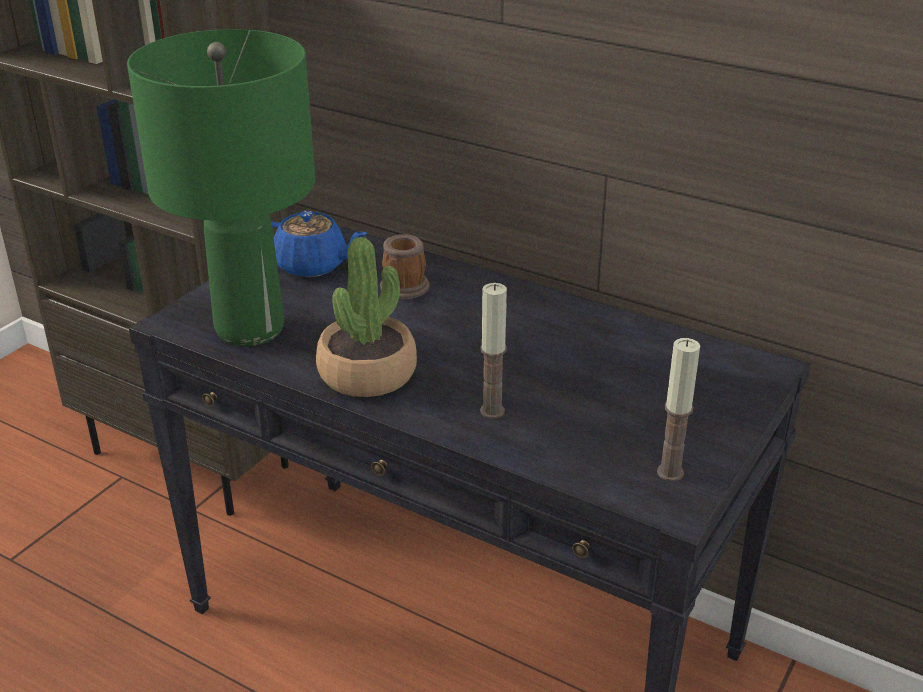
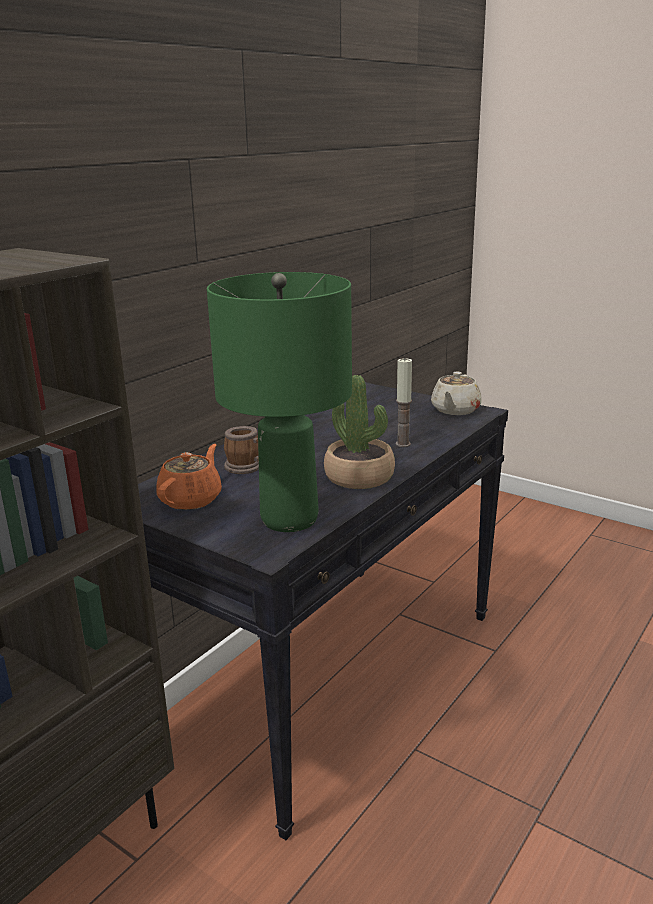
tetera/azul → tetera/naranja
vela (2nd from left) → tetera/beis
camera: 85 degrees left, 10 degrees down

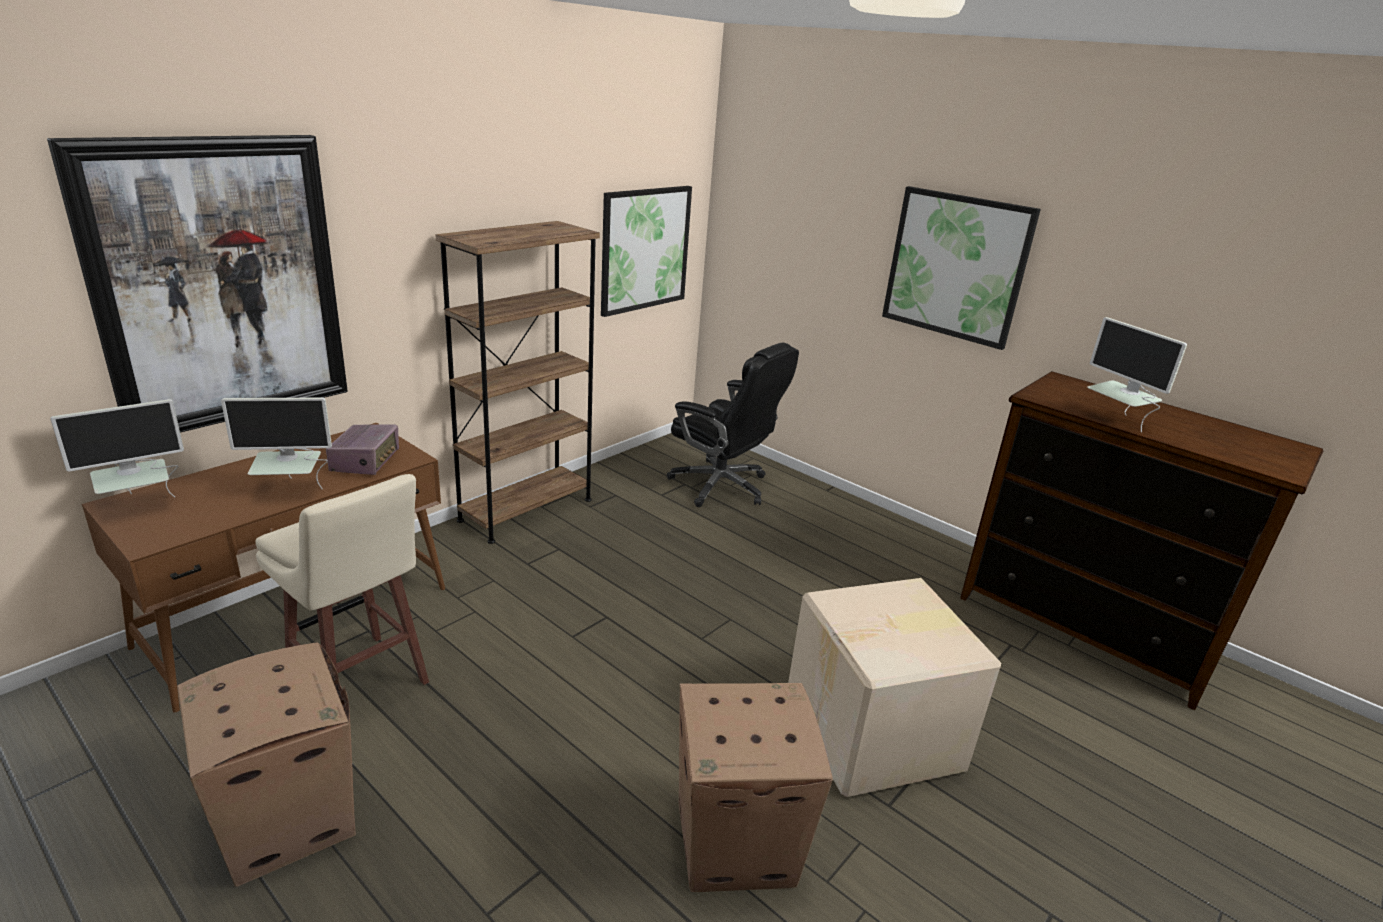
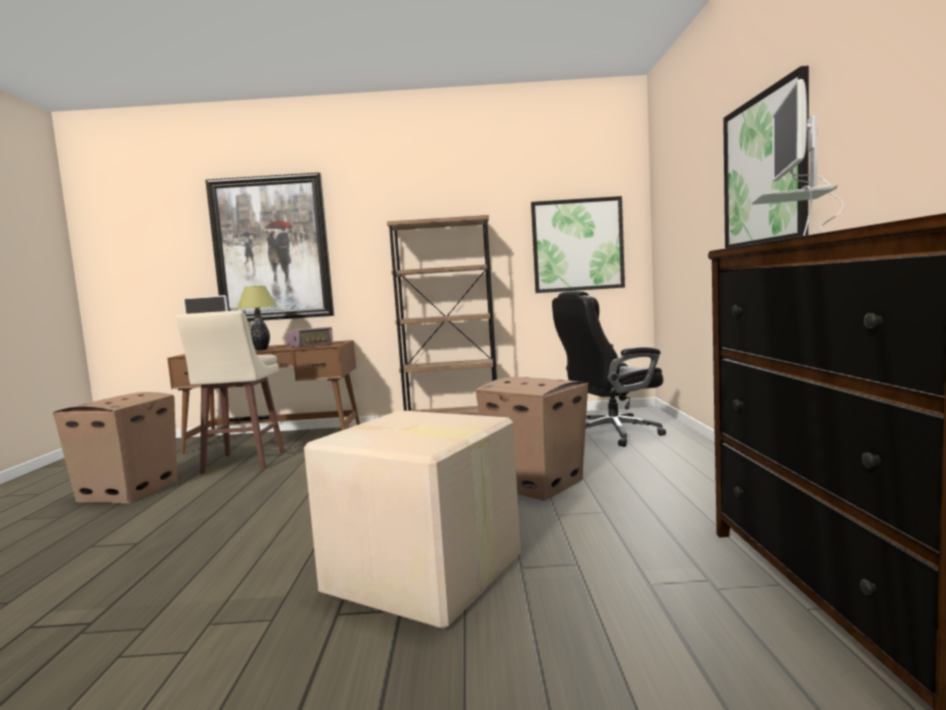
monitor (2nd from left) → lámpara de mesa
caja de cartón (2nd from left in the first image) → caja de cartón (3rd from left), moved
silla de oficina/negro, 75 degrees clockwise
camera: 50 degrees right, 20 degrees down

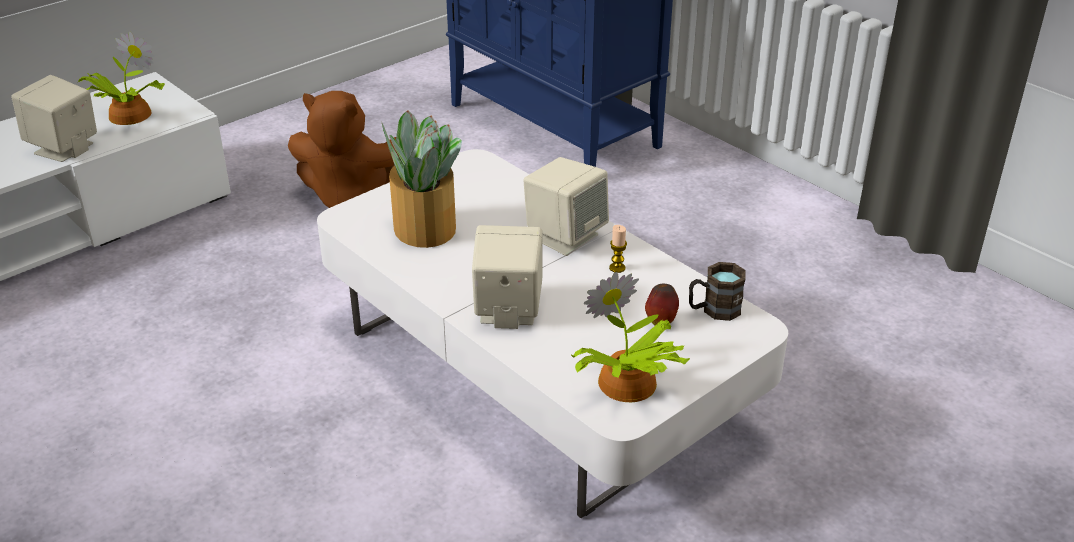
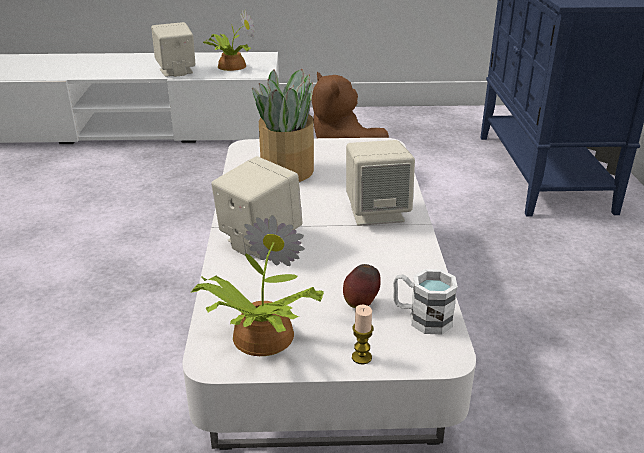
vela, moved
taza grande/marrón → taza grande/blanco
camera: 40 degrees right, 5 degrees down

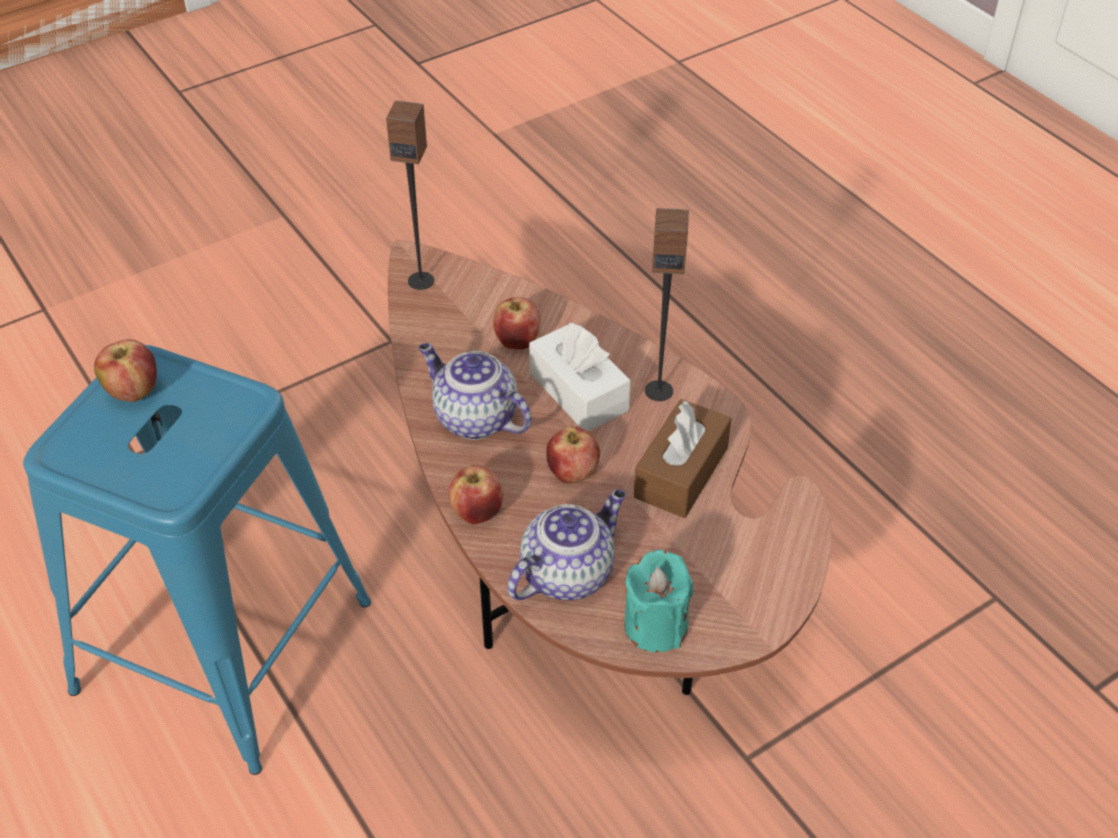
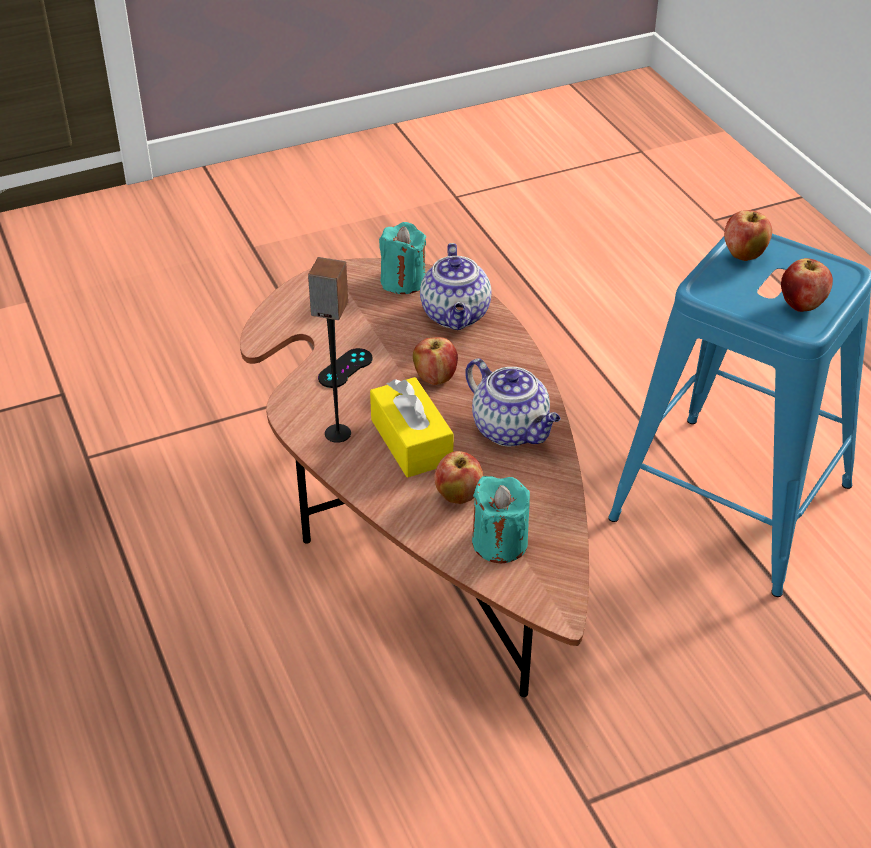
caja de pañuelos/marrón → mando de consola/negro
caja de pañuelos/blanco → caja de pañuelos/amarillo
tetera (2nd from left in the first image) → tetera (1st from left), 60 degrees counterclockwise
- → vela/turquesa (2nd from left)
manzana (2nd from left in the first image) → manzana (3rd from left), moved
altavoz (1st from left) → -
camera: 170 degrees left, 5 degrees down

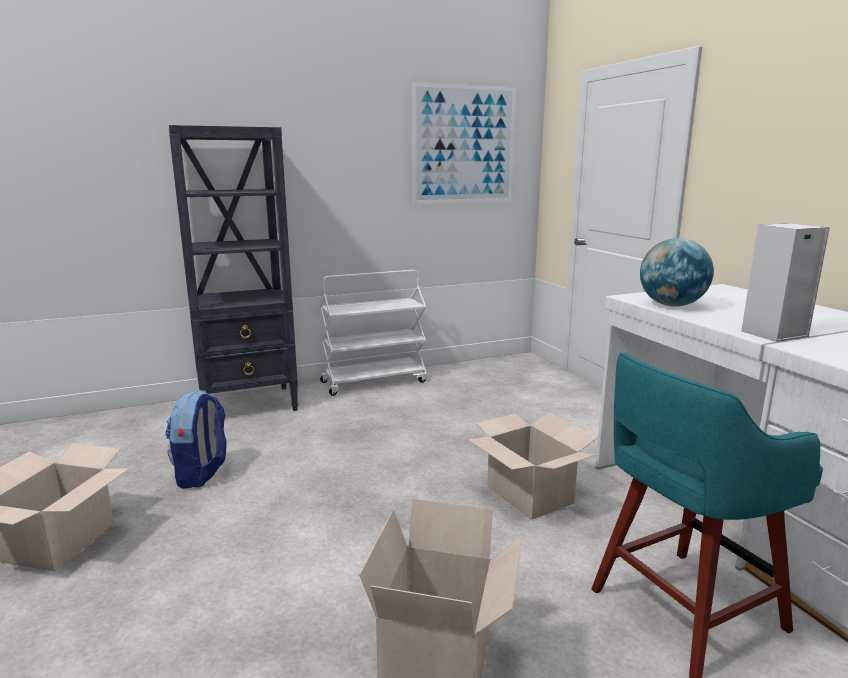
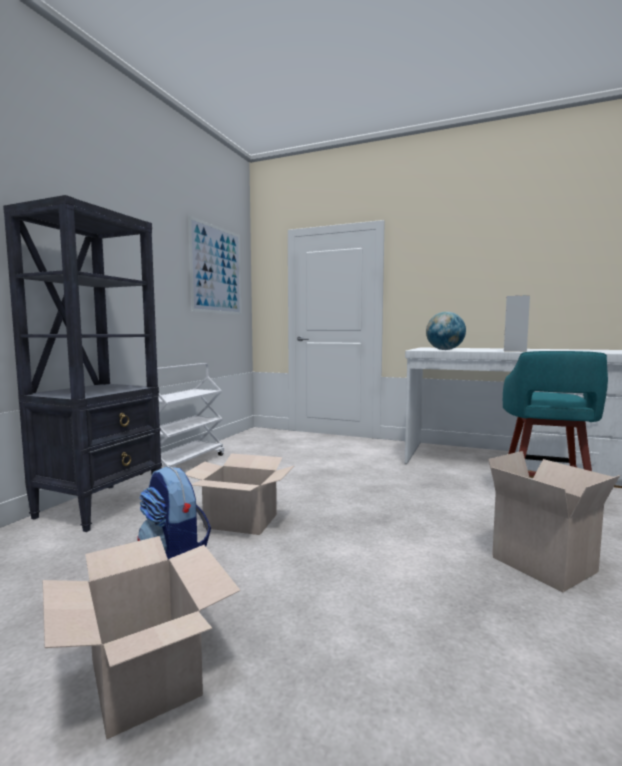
caja de cartón (3rd from left in the first image) → caja de cartón (2nd from left), moved
camera: 45 degrees left, 10 degrees down

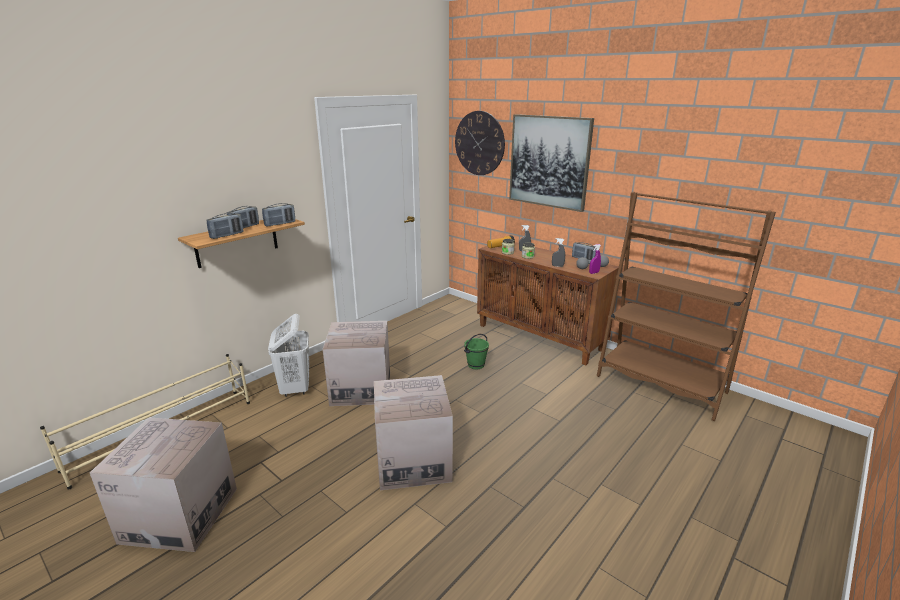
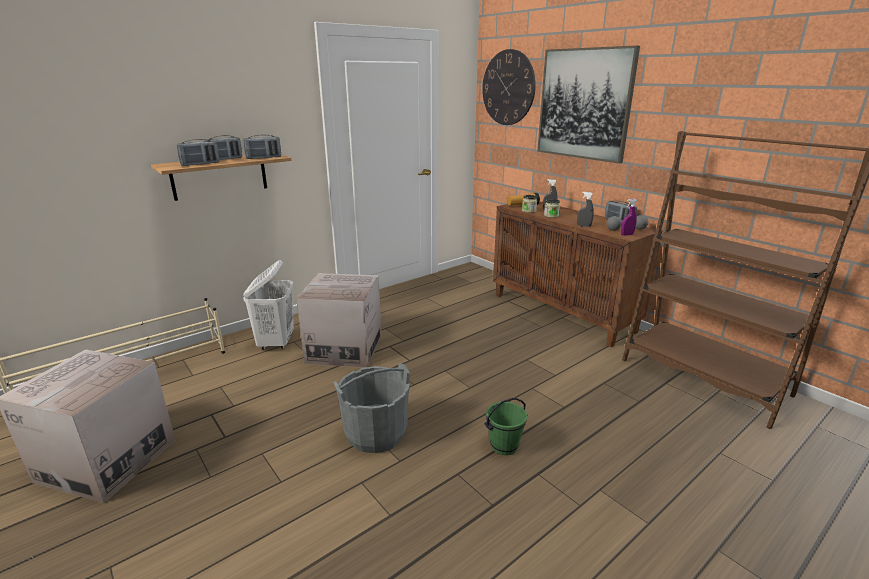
caja de cartón (3rd from left) → cubo/gris
cubo/verde, moved
camera: 10 degrees right, 0 degrees up

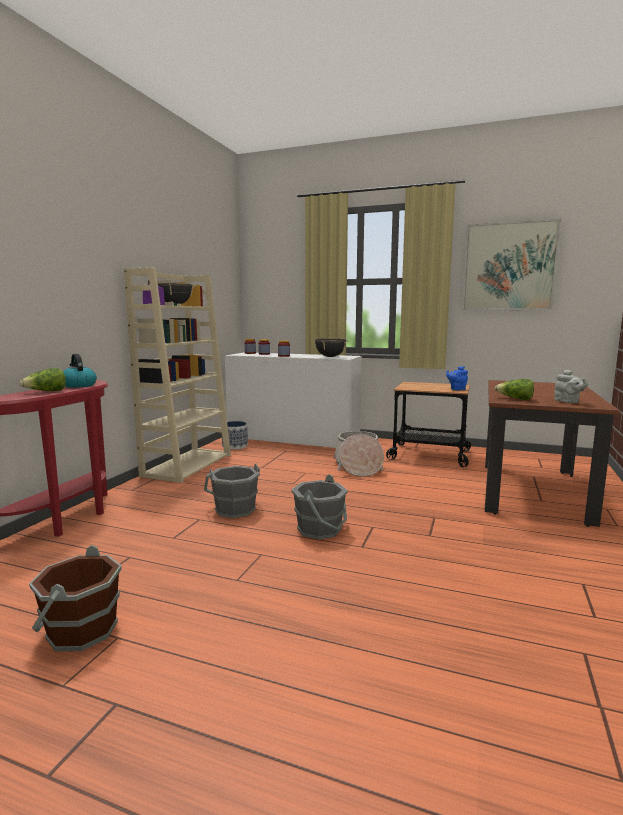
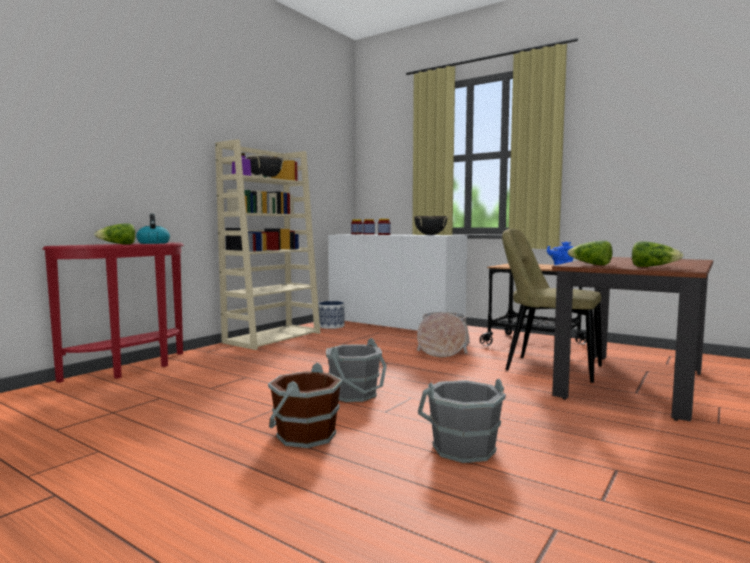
cubo/marrón, moved
cubo/gris (1st from left in the first image) → cubo/gris (2nd from left), moved
- → silla/beis
tetera/gris → lechuga (3rd from left)
cuadro → -
camera: 15 degrees right, 5 degrees down

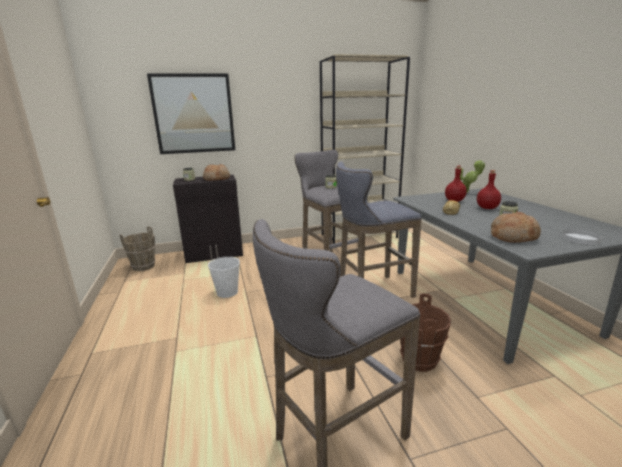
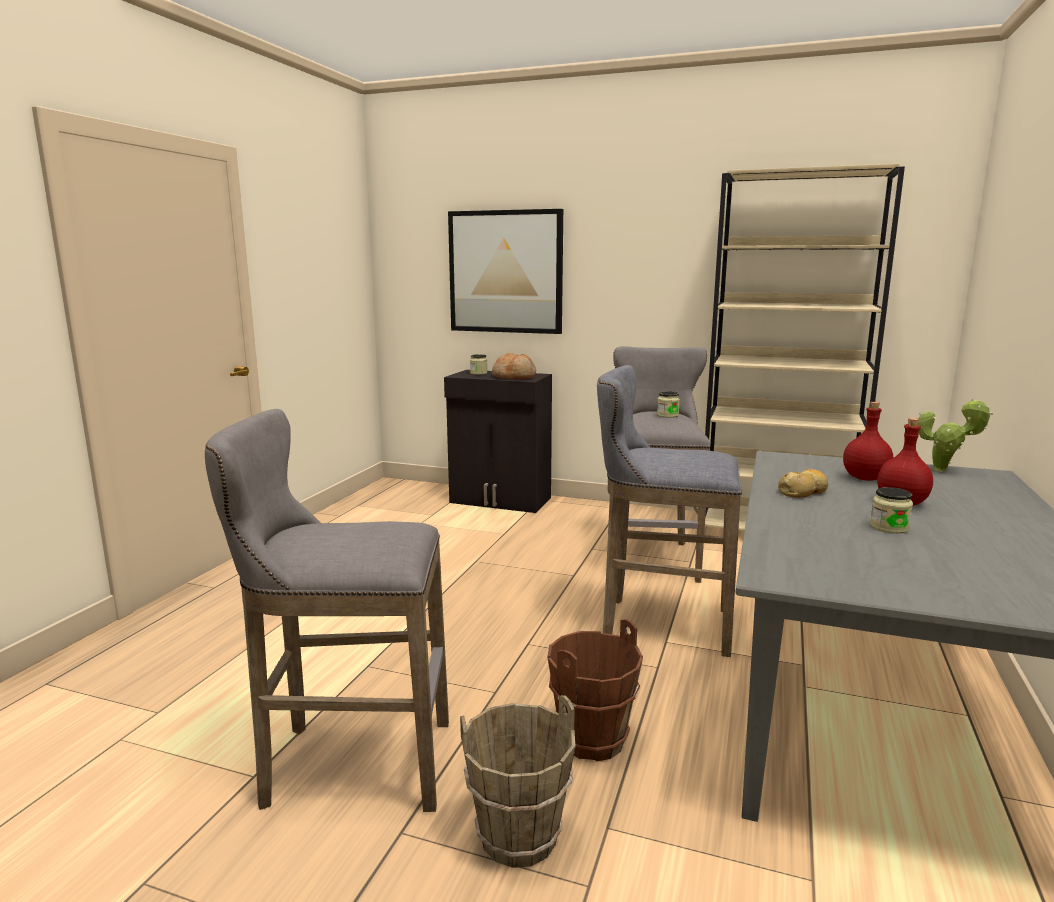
cubo/marrón (1st from left), moved
cubo/blanco → -
pan (3rd from left) → -
plato/blanco → -
camera: 35 degrees right, 5 degrees down

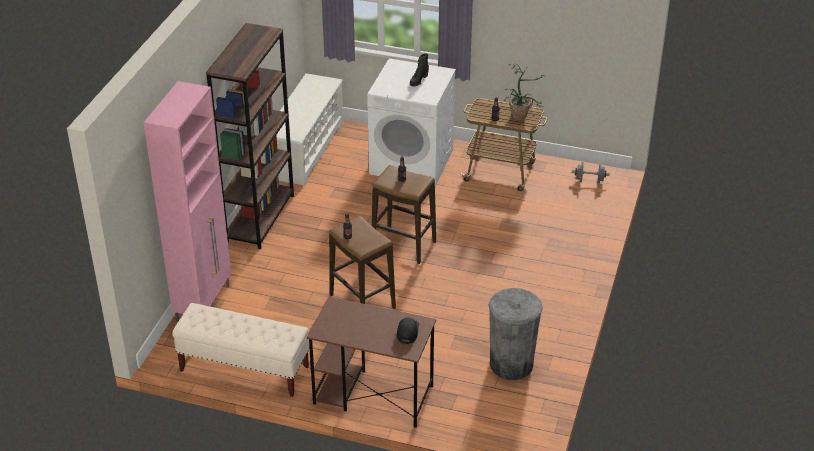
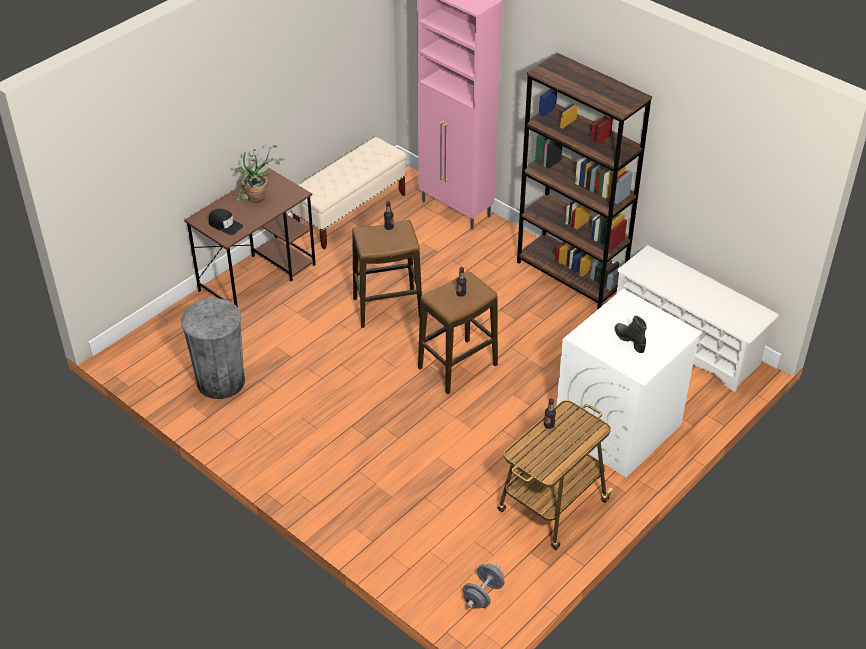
planta en maceta, moved
camera: 115 degrees right, 5 degrees up

